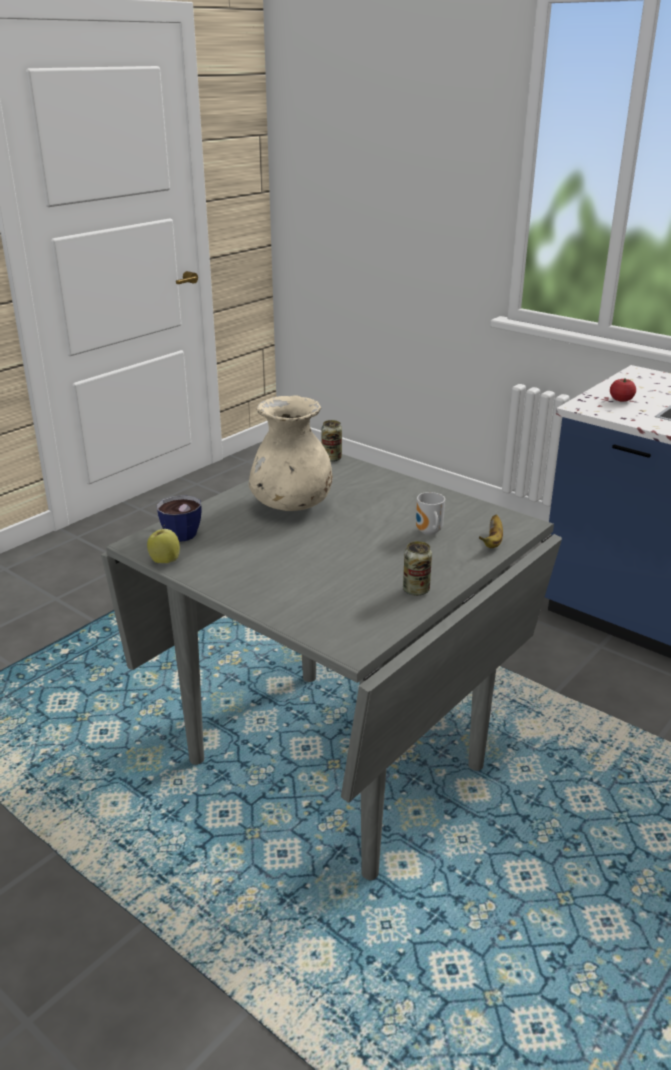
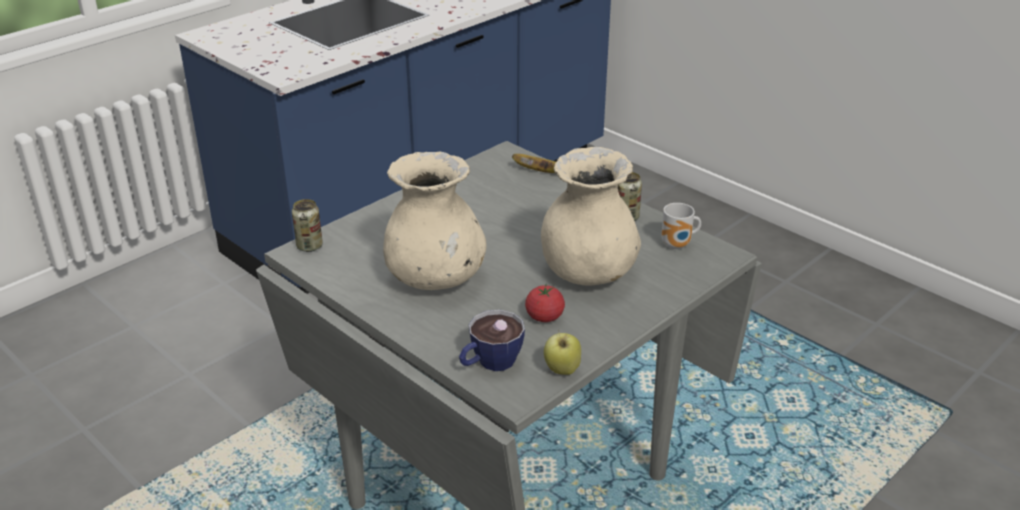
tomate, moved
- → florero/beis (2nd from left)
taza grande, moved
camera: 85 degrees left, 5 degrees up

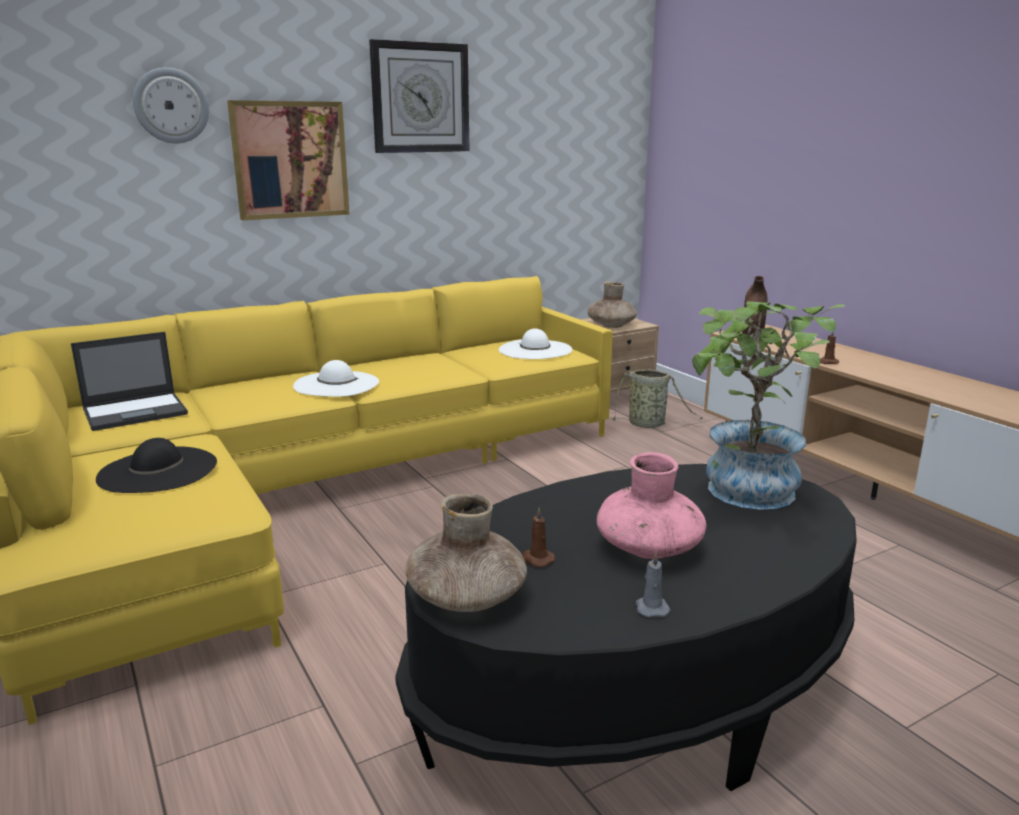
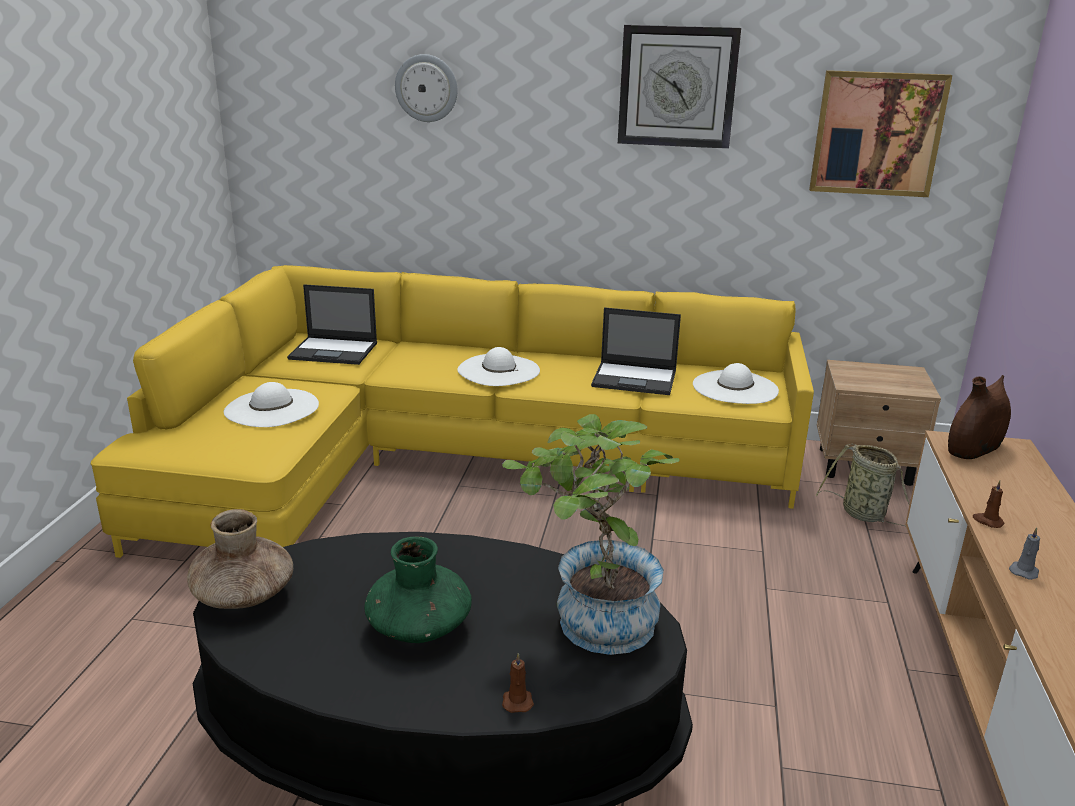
sombrero/negro → sombrero/blanco (1st from left)
florero/rosa → florero/verde
vela/marrón (1st from left), moved
- → portátil (2nd from left)
cuadro, moved
vela/gris, moved
florero/marrón (2nd from left) → -
camera: 40 degrees right, 5 degrees up

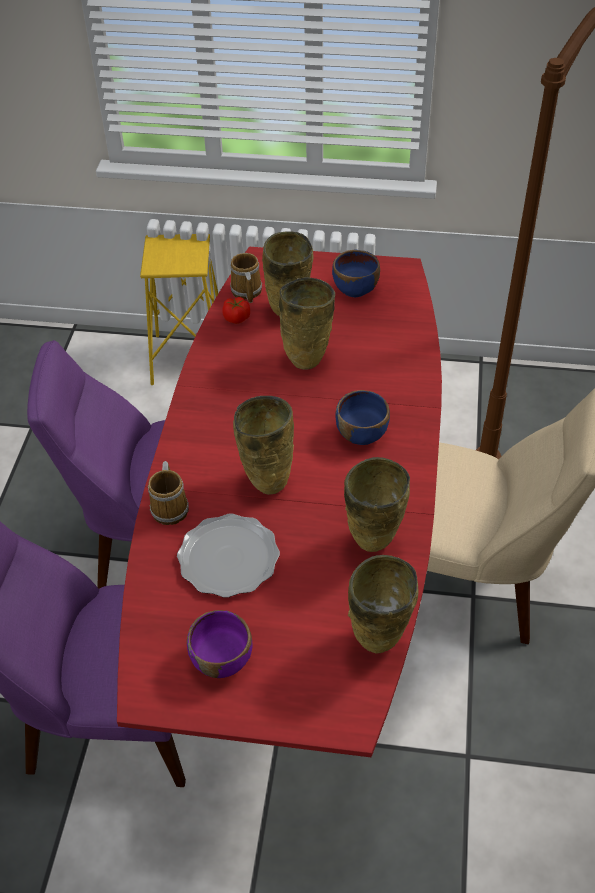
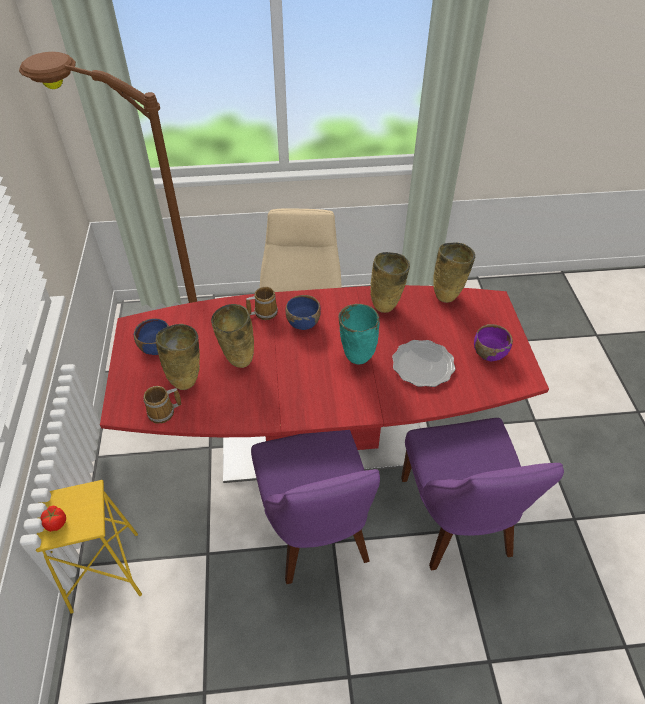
tomate, moved
taza grande (1st from left in the first image) → taza grande (2nd from left), moved
florero/beis (1st from left) → florero/turquesa
camera: 105 degrees left, 0 degrees up

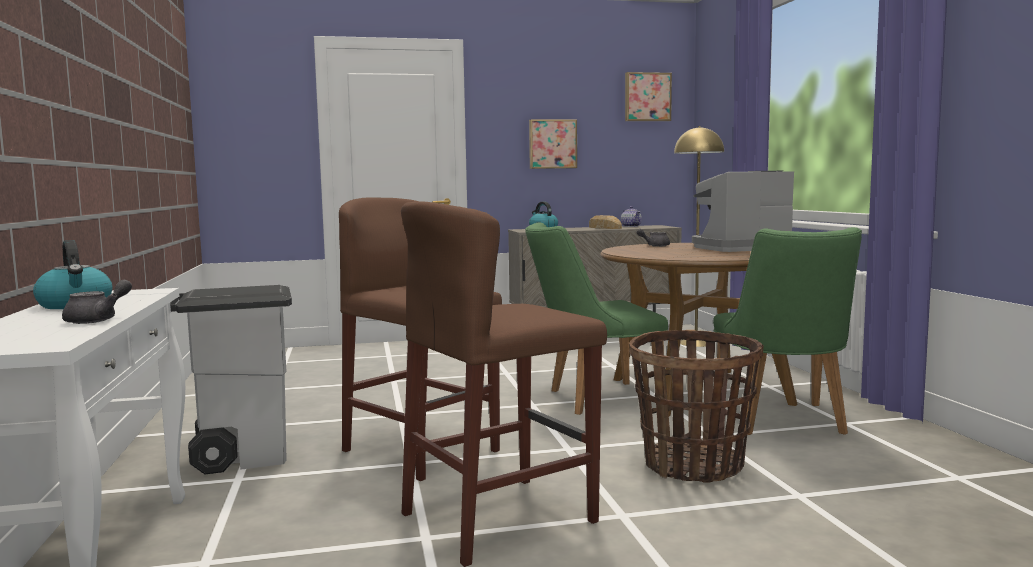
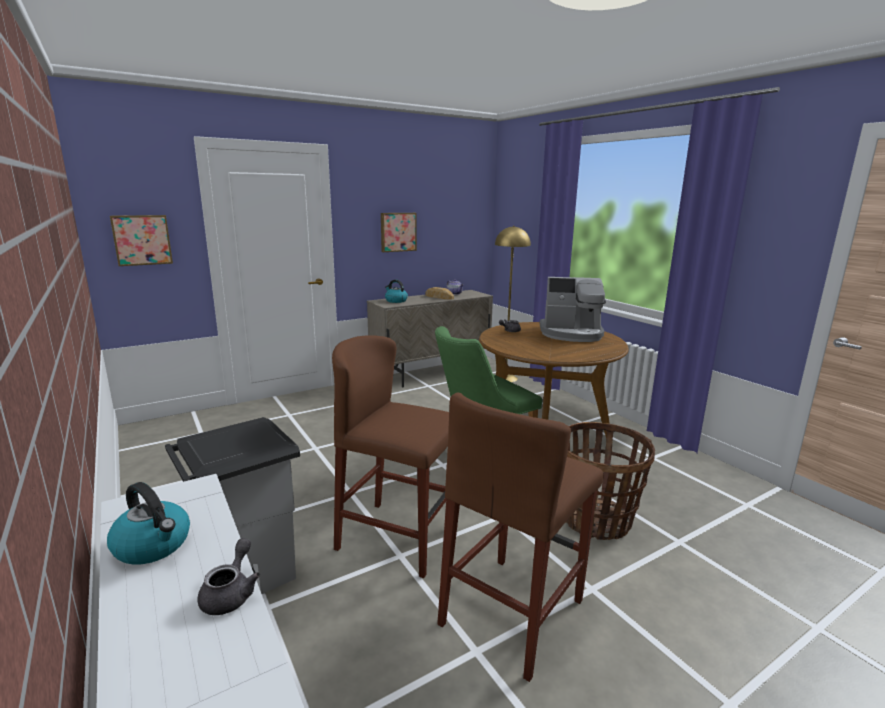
cuadro (2nd from left in the first image) → cuadro (1st from left), moved
cafetera, 135 degrees counterclockwise
silla/verde (2nd from left) → -
camera: 20 degrees left, 10 degrees up

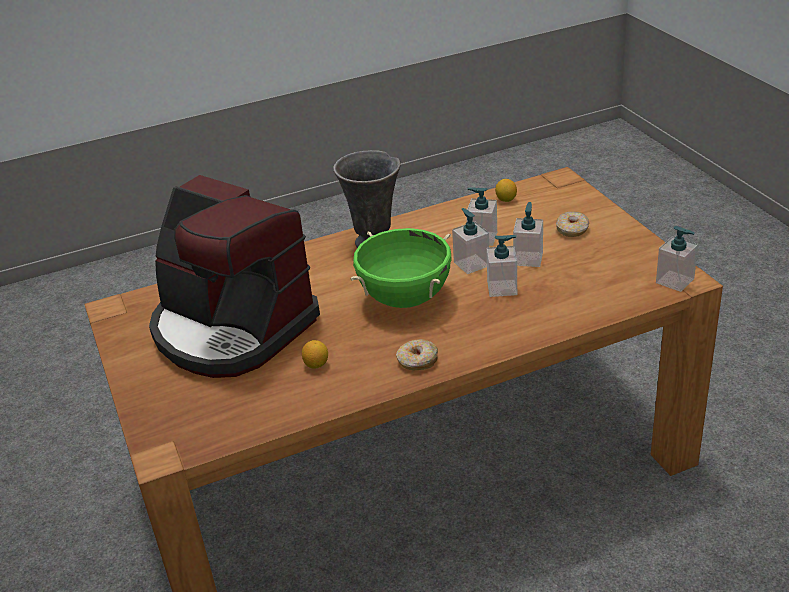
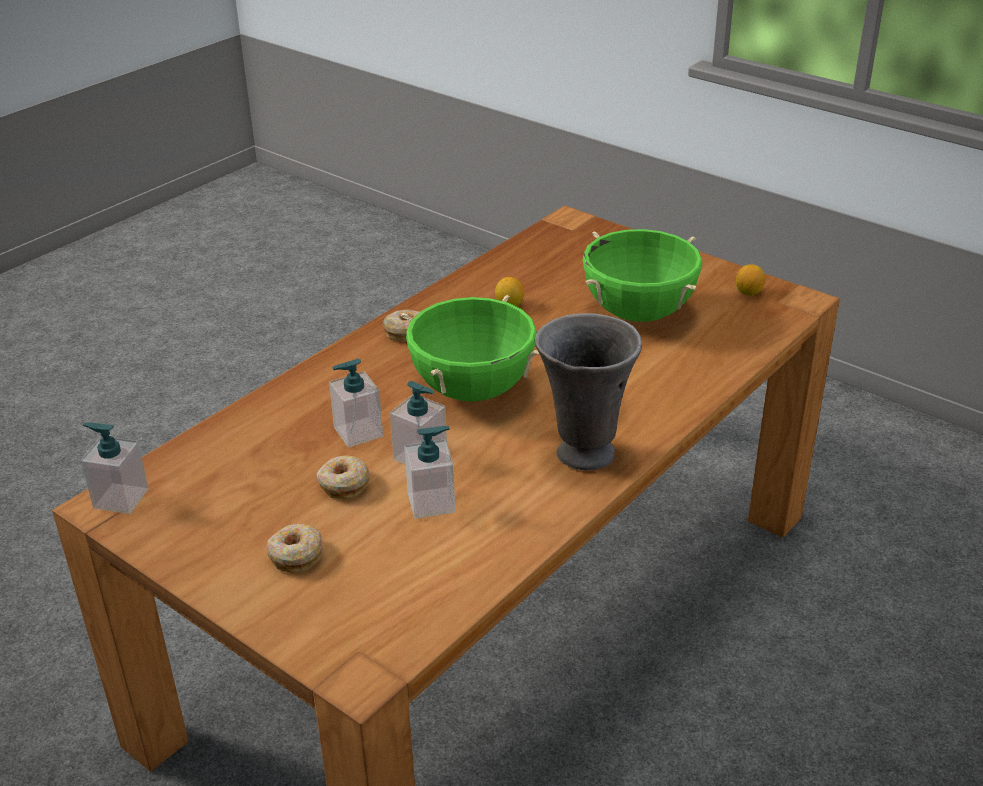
dispensador de jabón (4th from left) → rosquilla (2nd from left)
cafetera → olla/verde (2nd from left)
limón (2nd from left), moved
camera: 150 degrees right, 0 degrees up

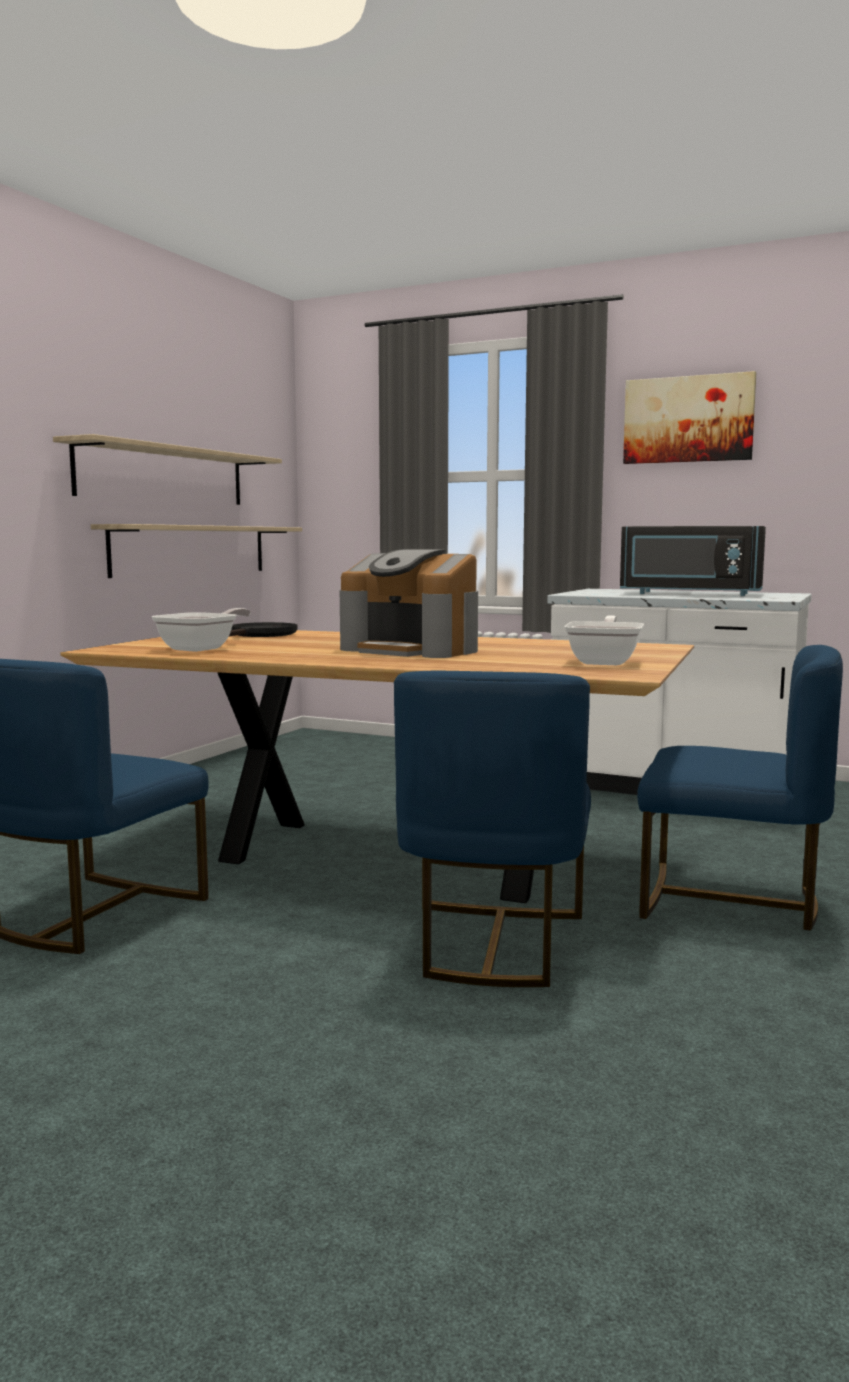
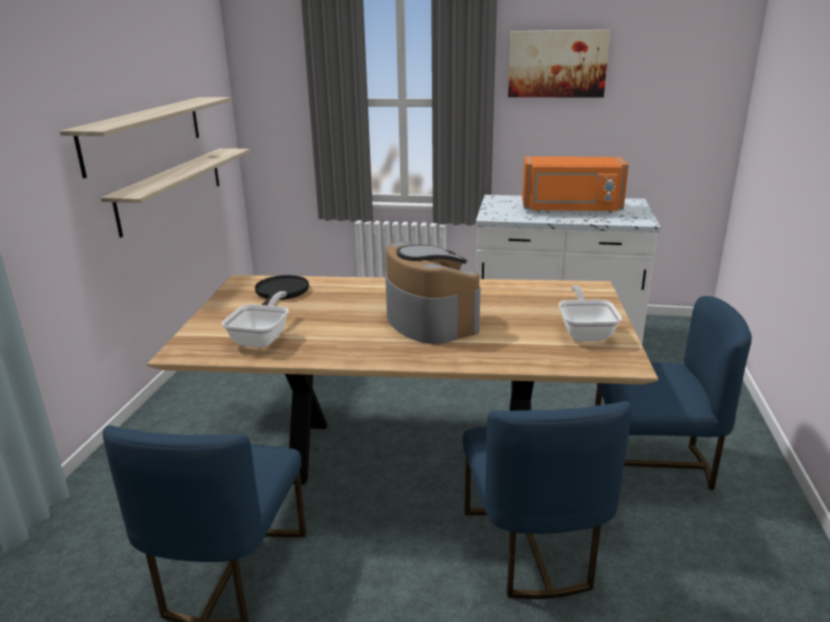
cafetera, 135 degrees counterclockwise
microondas/negro → microondas/naranja
camera: 15 degrees left, 15 degrees up

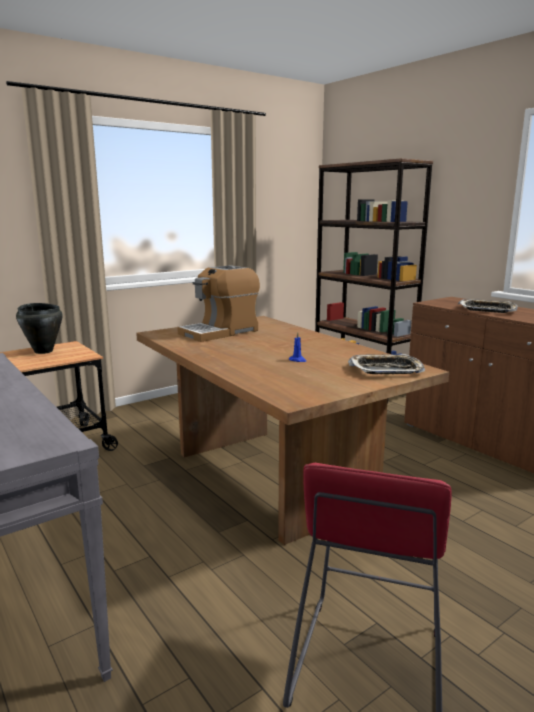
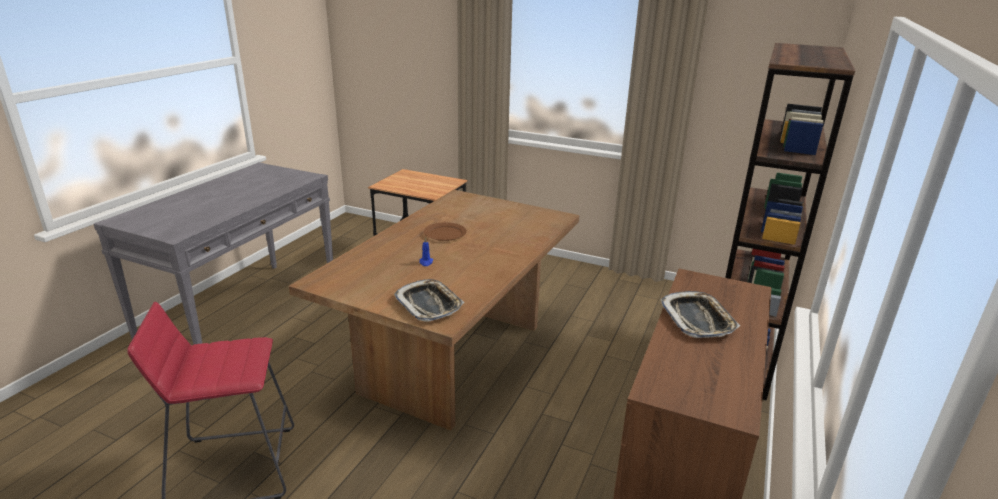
- → plato/marrón
olla/negro → -
cafetera → -
camera: 60 degrees right, 10 degrees up

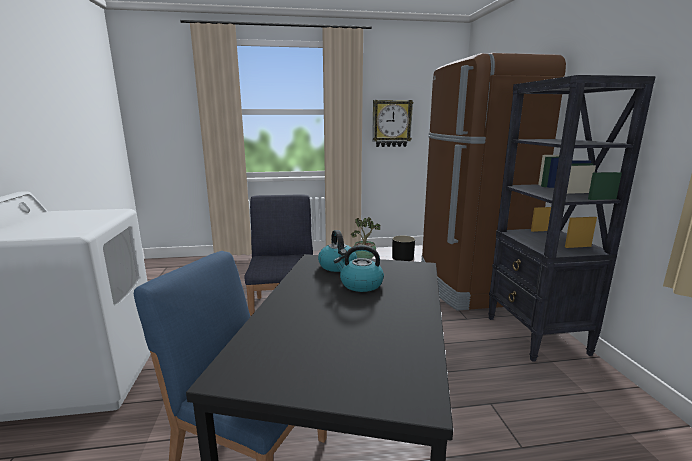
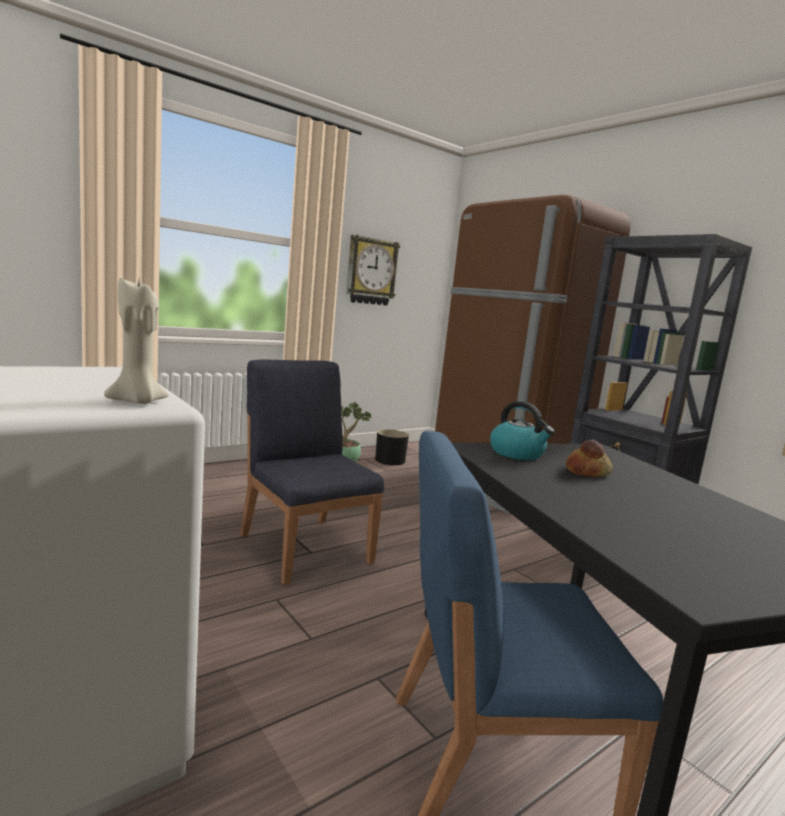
- → vela/beis
hervidor (2nd from left) → pan
camera: 30 degrees left, 5 degrees down

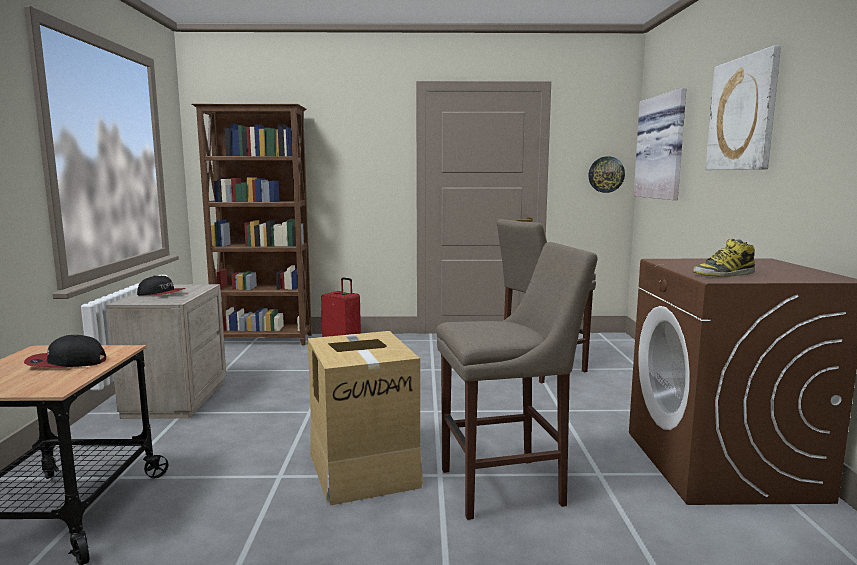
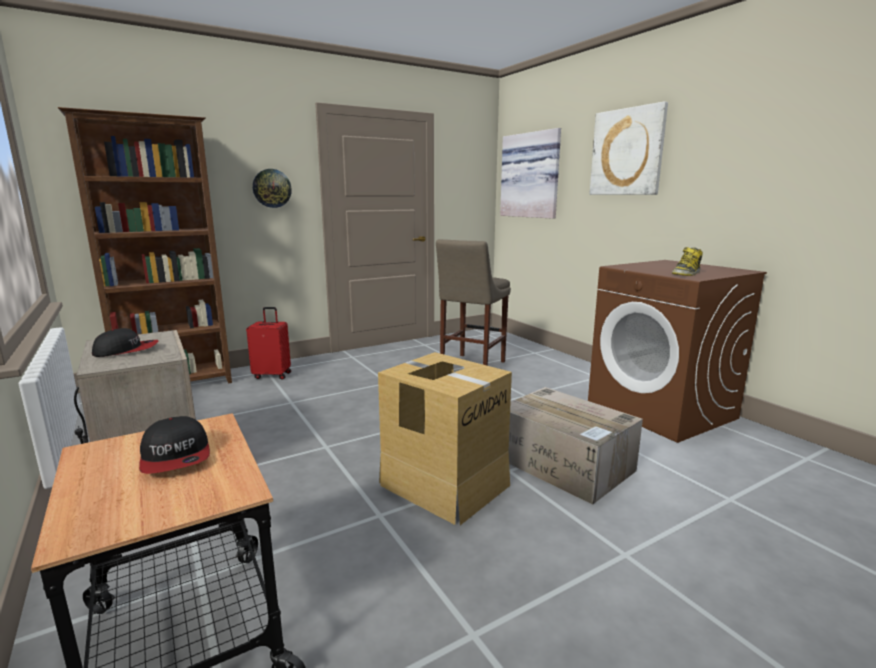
gorra (1st from left in the first image) → gorra (2nd from left), 75 degrees counterclockwise
reloj de pared, moved
taburete/beis (1st from left) → caja de cartón (2nd from left)
camera: 30 degrees left, 5 degrees up

